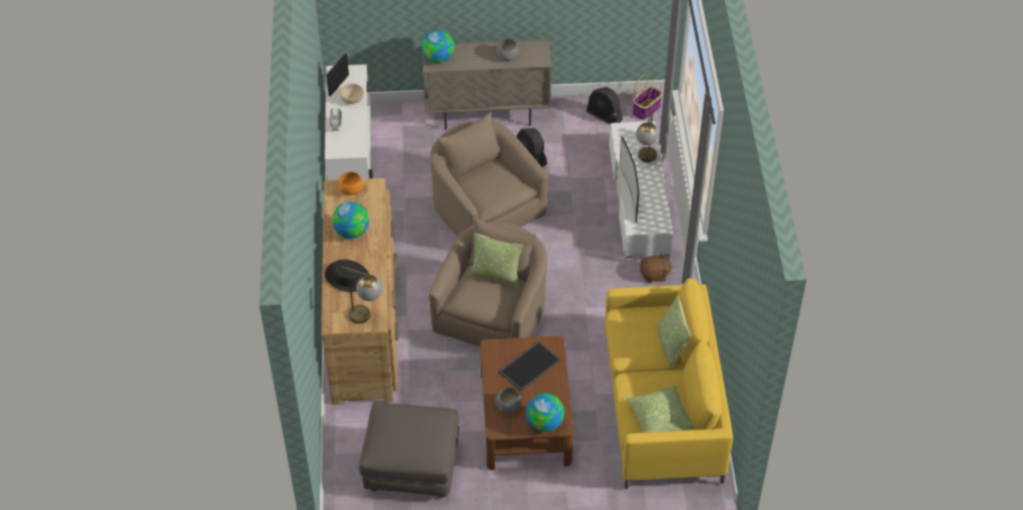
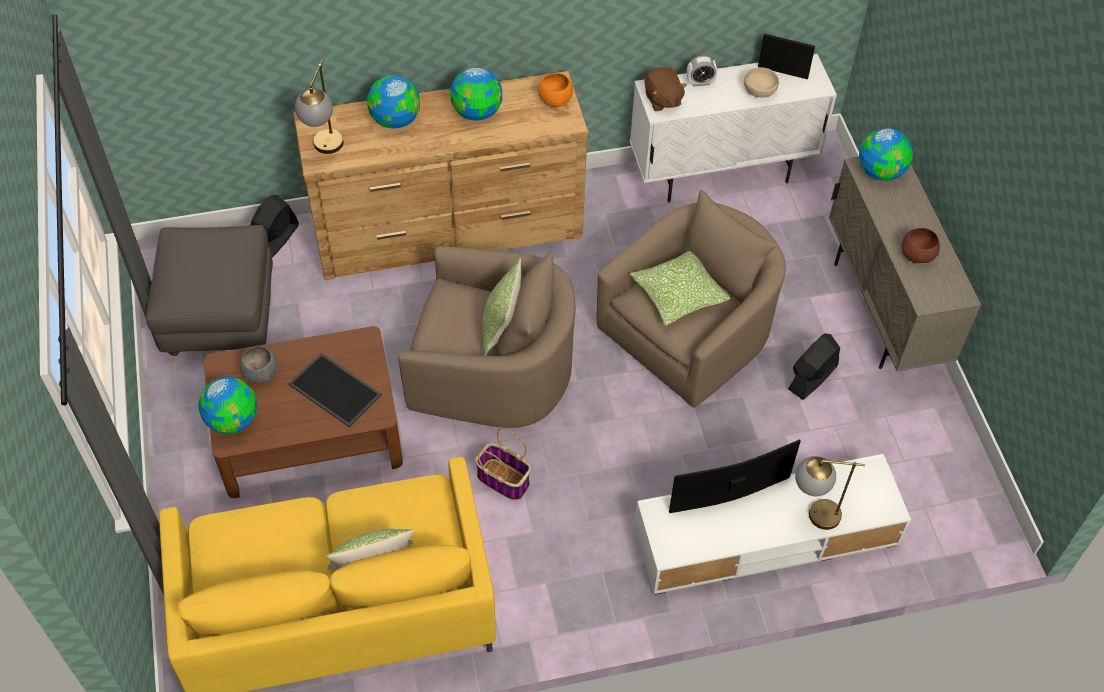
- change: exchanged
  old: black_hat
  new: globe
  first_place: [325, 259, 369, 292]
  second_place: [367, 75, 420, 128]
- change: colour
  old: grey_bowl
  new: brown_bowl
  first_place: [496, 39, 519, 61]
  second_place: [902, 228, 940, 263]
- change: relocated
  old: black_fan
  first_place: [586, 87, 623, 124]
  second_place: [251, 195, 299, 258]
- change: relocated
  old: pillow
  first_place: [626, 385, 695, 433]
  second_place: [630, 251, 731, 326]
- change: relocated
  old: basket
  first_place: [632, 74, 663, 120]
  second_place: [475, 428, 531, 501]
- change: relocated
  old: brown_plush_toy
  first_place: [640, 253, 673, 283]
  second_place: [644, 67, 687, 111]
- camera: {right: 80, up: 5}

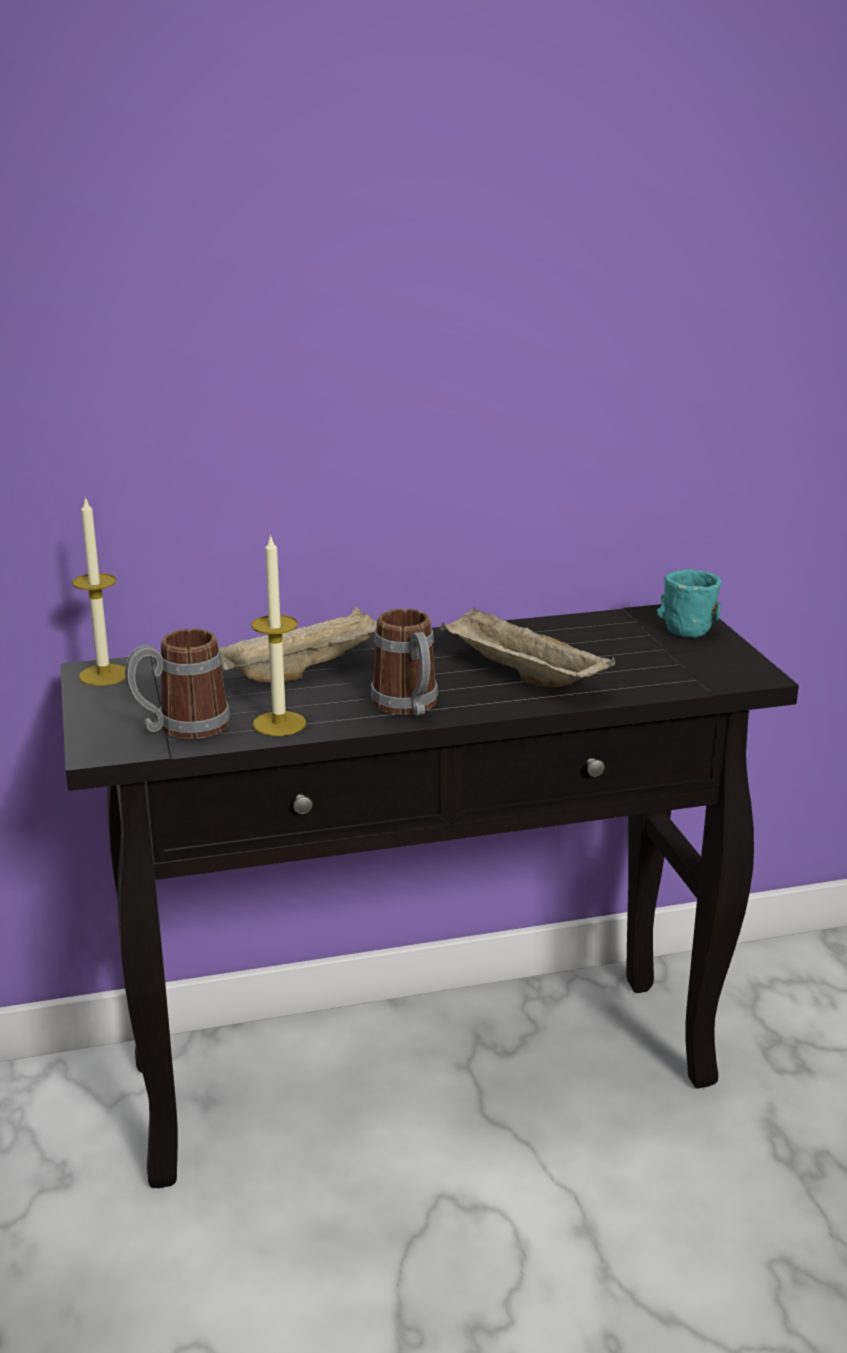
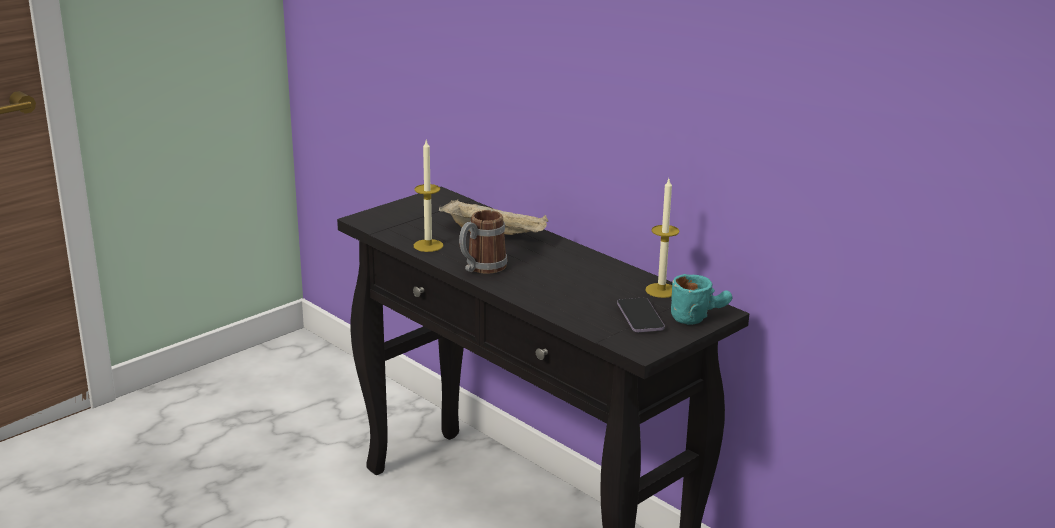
- change: relocated
  old: candle
  first_place: [72, 496, 126, 686]
  second_place: [645, 179, 680, 298]
- change: missing
  old: mug
  first_place: [125, 629, 230, 739]
- change: missing
  old: beige_tray
  first_place: [440, 607, 615, 687]
- change: appeared
  new: phone
  second_place: [617, 298, 665, 333]
- camera: {right: 60, up: 0}

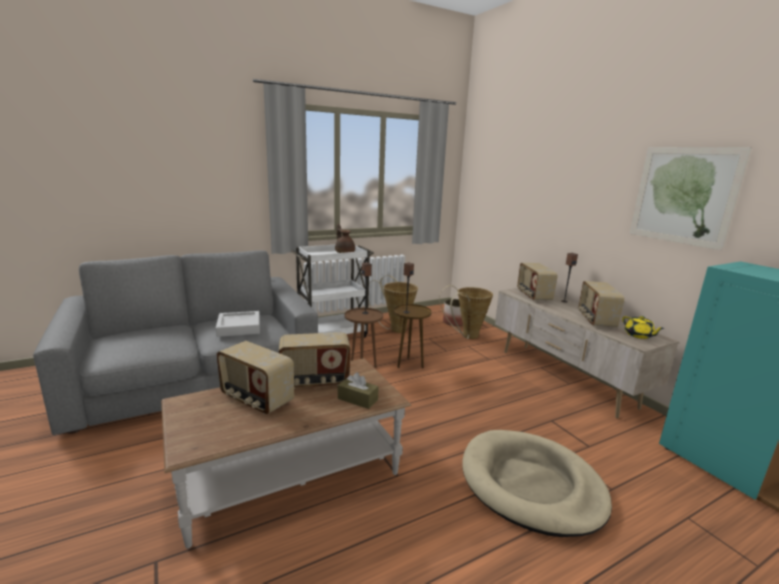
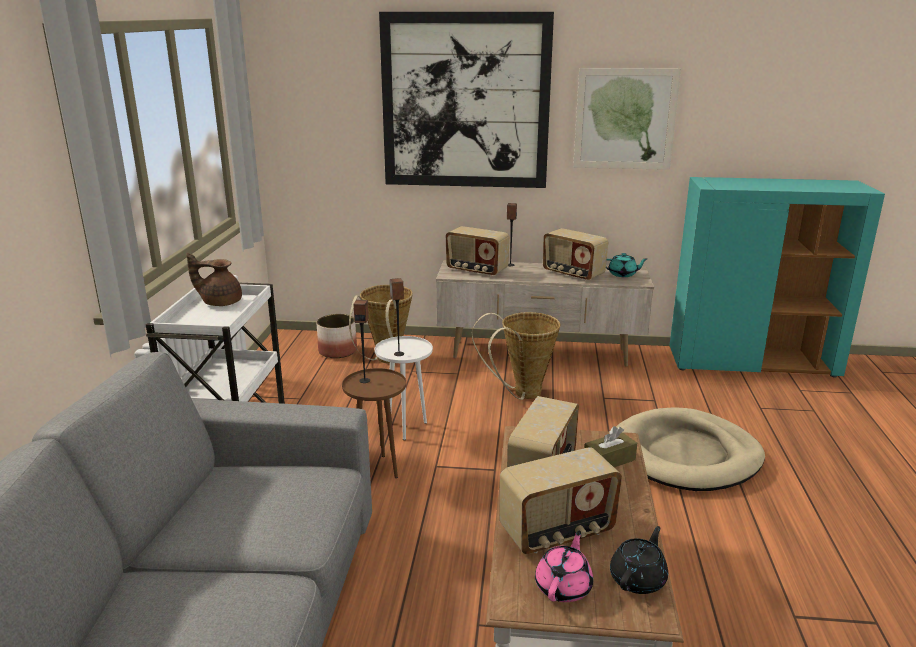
- change: missing
  old: grey_tray
  first_place: [216, 311, 260, 337]
- change: relocated
  old: basket
  first_place: [369, 275, 418, 333]
  second_place: [472, 312, 560, 400]
- change: colour
  old: brown_side_table
  new: white_side_table
  first_place: [394, 304, 432, 368]
  second_place: [375, 336, 433, 440]
- change: colour
  old: yellow_teapot
  new: turquoise_teapot
  first_place: [622, 316, 664, 339]
  second_place: [606, 253, 647, 277]
- change: appeared
  new: picture
  second_place: [379, 12, 554, 188]
- change: appeared
  new: pink_teapot
  second_place: [535, 531, 593, 602]
- change: appeared
  new: black_teapot
  second_place: [610, 526, 668, 594]
- camera: {right: -55, up: 5}

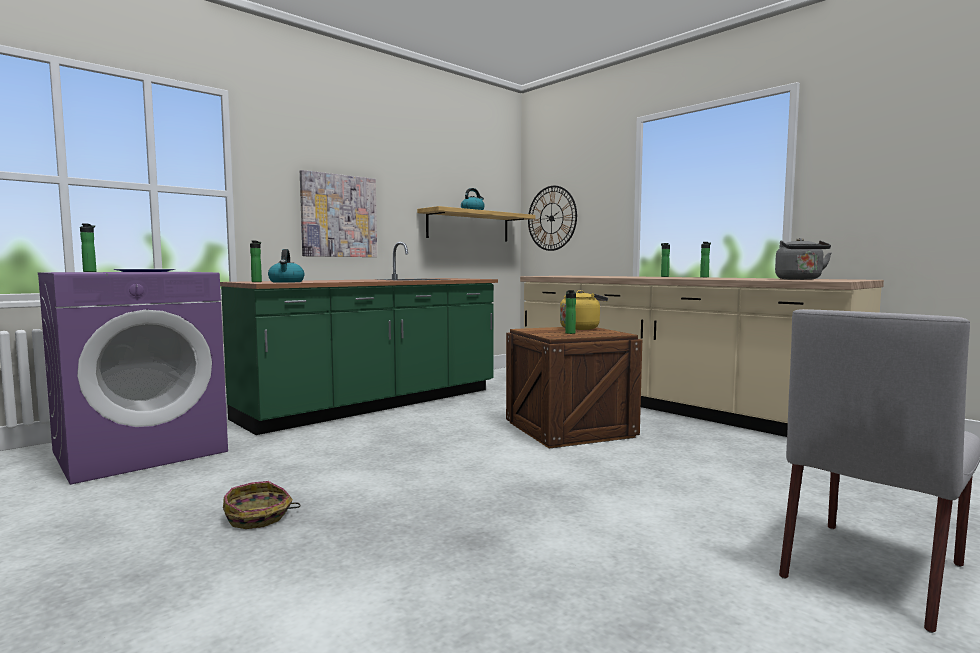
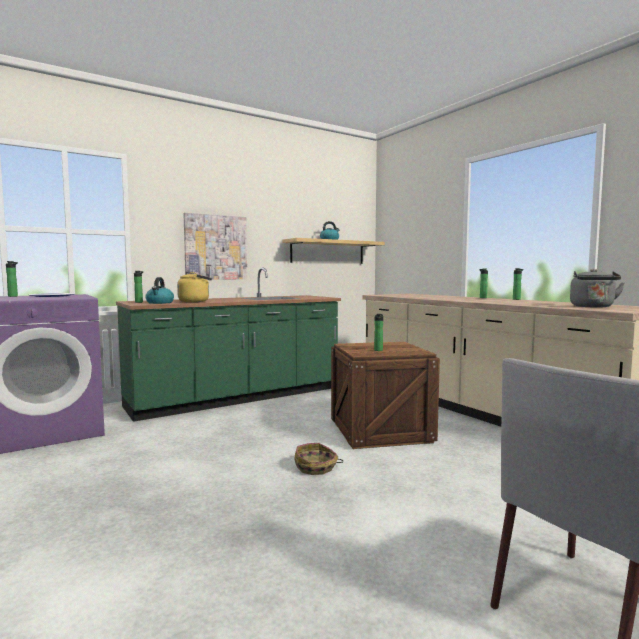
- change: relocated
  old: basket
  first_place: [223, 481, 301, 529]
  second_place: [294, 443, 343, 475]
- change: missing
  old: wall_clock
  first_place: [528, 186, 577, 251]
- change: relocated
  old: yellow_kettle
  first_place: [560, 290, 608, 330]
  second_place: [177, 272, 212, 302]
- camera: {right: 10, up: 0}

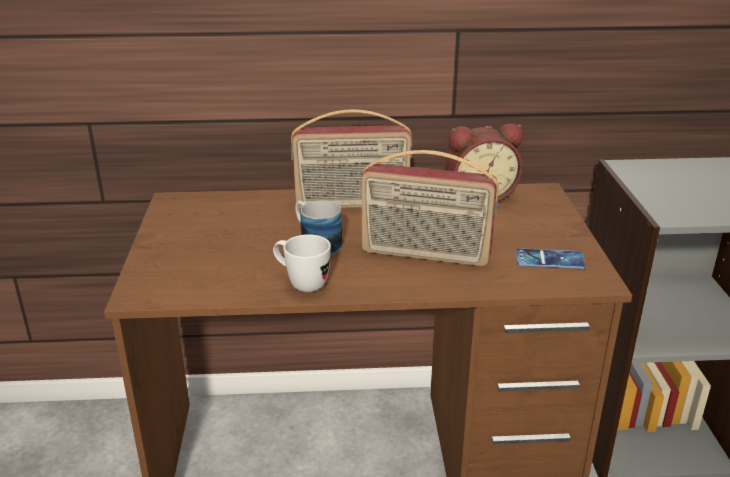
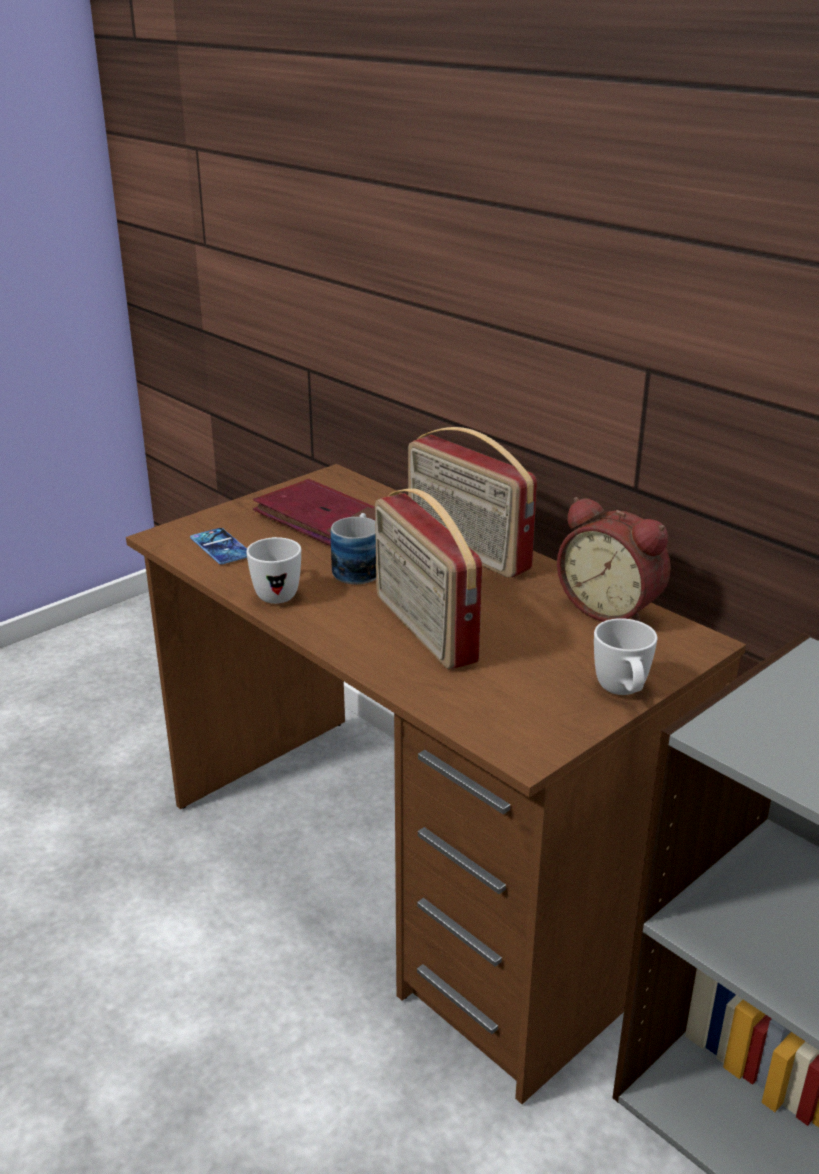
- change: relocated
  old: phone
  first_place: [516, 248, 586, 269]
  second_place: [190, 528, 247, 564]
- change: appeared
  new: red_book
  second_place: [253, 479, 375, 546]
- change: appeared
  new: white_mug
  second_place: [594, 618, 657, 695]
- camera: {right: 50, up: 0}

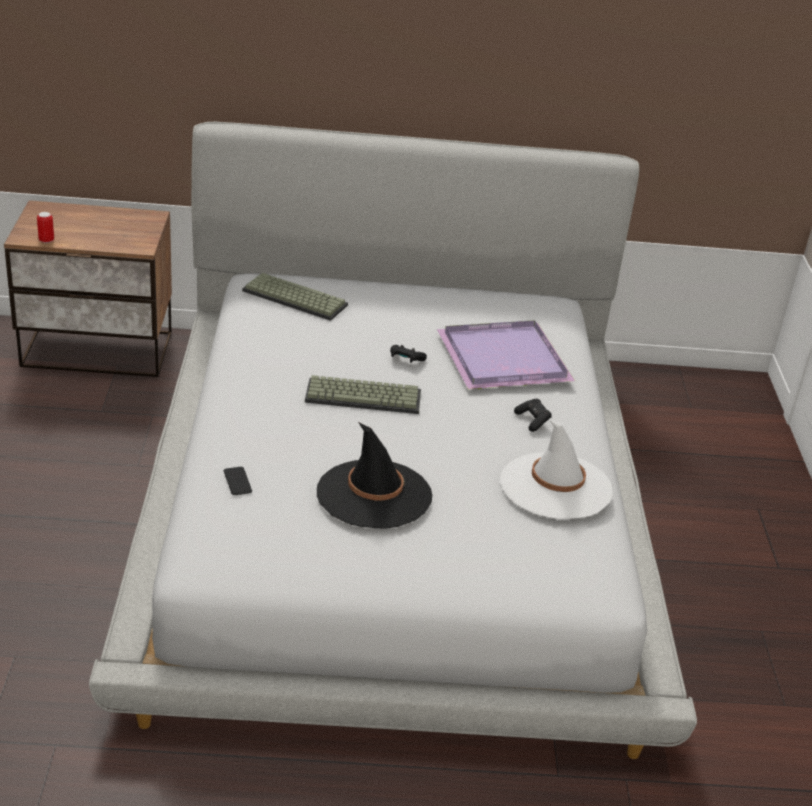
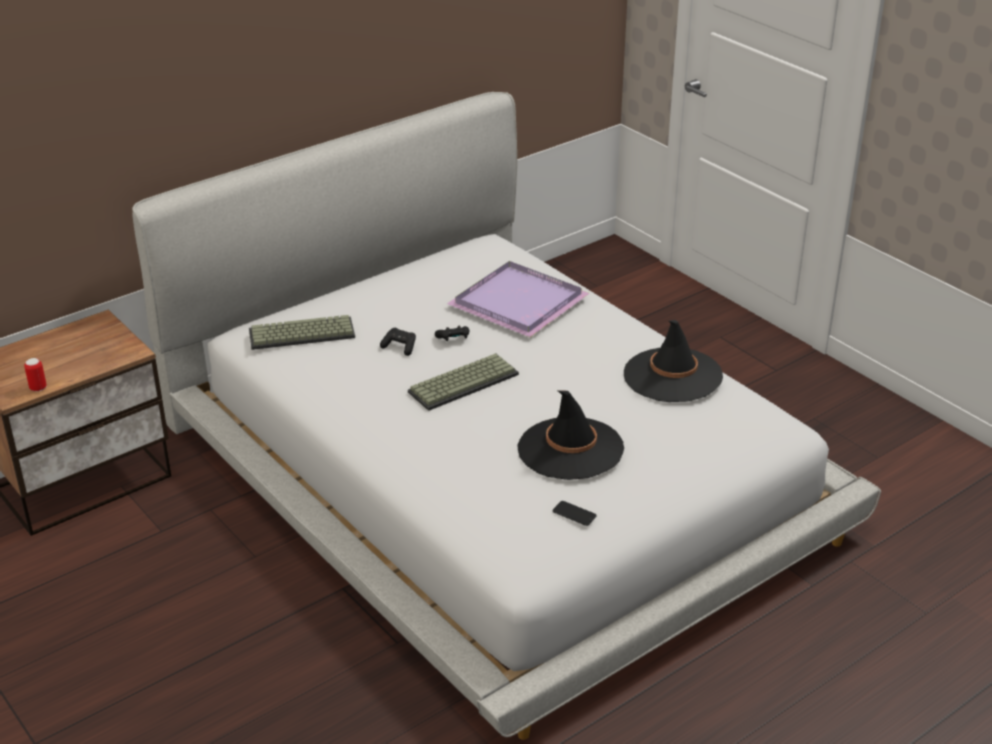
- change: relocated
  old: phone
  first_place: [224, 467, 252, 495]
  second_place: [553, 501, 597, 526]
- change: colour
  old: white_hat
  new: black_hat
  first_place: [500, 419, 613, 519]
  second_place: [624, 320, 723, 402]
- change: relocated
  old: black_game_controller
  first_place: [514, 399, 552, 432]
  second_place: [380, 328, 416, 356]
- camera: {right: -35, up: 0}

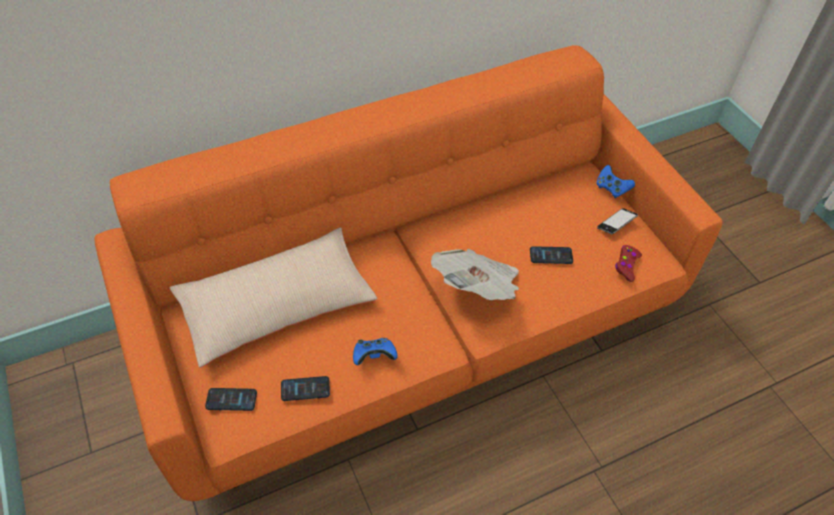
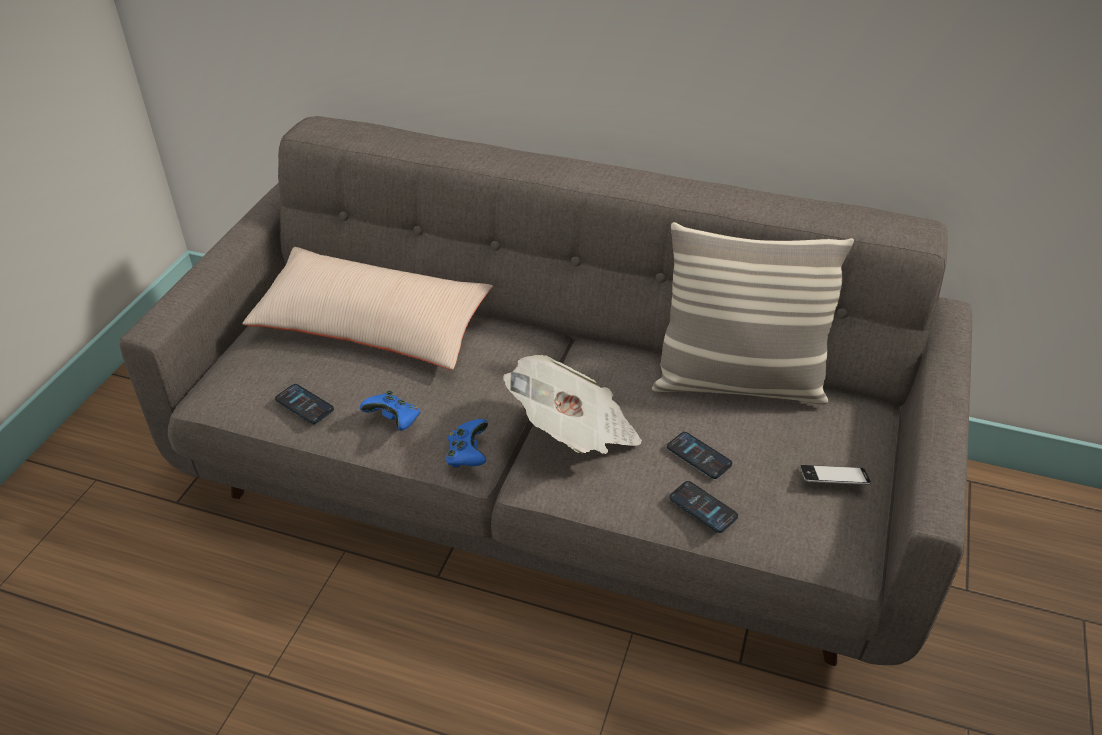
- change: colour
  old: orange_sofa
  new: grey_sofa
  first_place: [95, 45, 722, 501]
  second_place: [120, 116, 972, 666]
- change: relocated
  old: phone
  first_place: [205, 388, 257, 411]
  second_place: [669, 481, 738, 533]
- change: relocated
  old: blue_game_controller
  first_place: [596, 165, 635, 198]
  second_place: [446, 419, 488, 468]
- change: missing
  old: red_game_controller
  first_place: [615, 245, 642, 282]
- change: appeared
  new: pillow
  second_place: [652, 222, 854, 404]
- camera: {right: 45, up: -10}

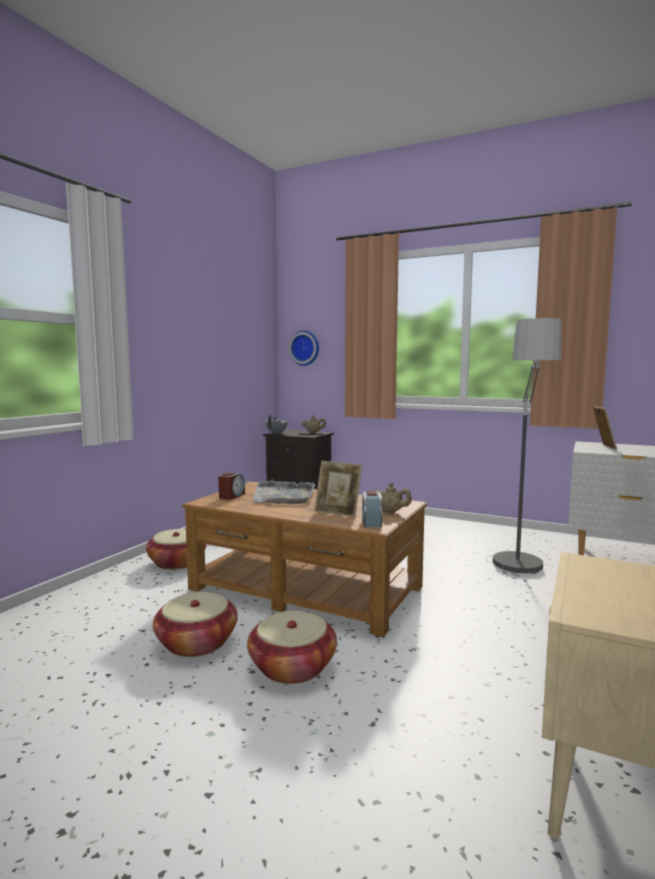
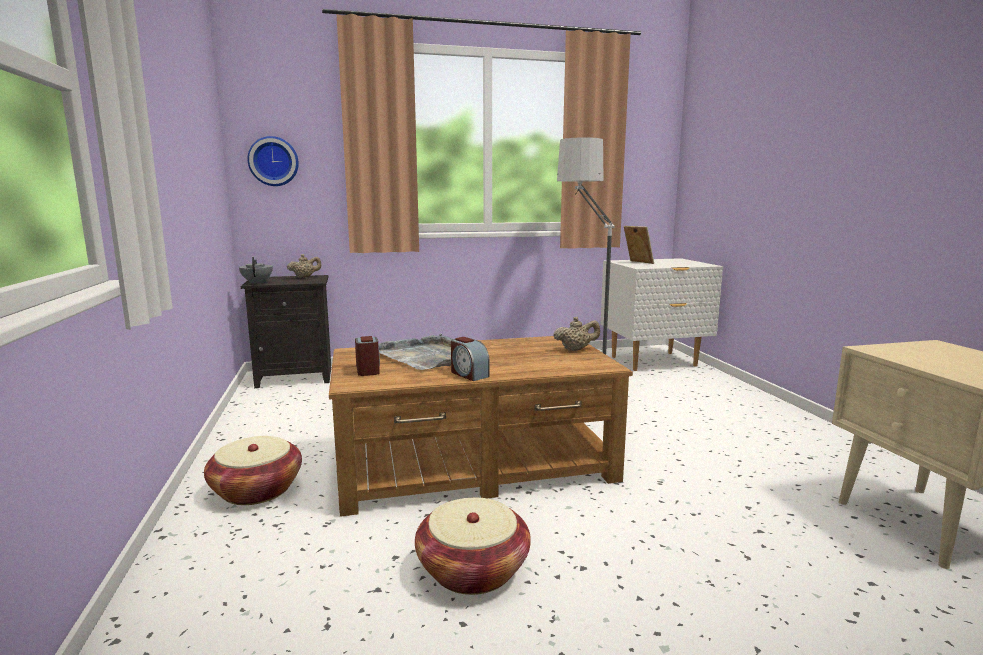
- change: missing
  old: basket
  first_place: [247, 611, 337, 684]
- change: missing
  old: picture_frame
  first_place: [314, 461, 362, 517]
- change: relocated
  old: alarm_clock
  first_place: [362, 491, 382, 527]
  second_place: [451, 337, 490, 381]
- camera: {right: -40, up: 5}

